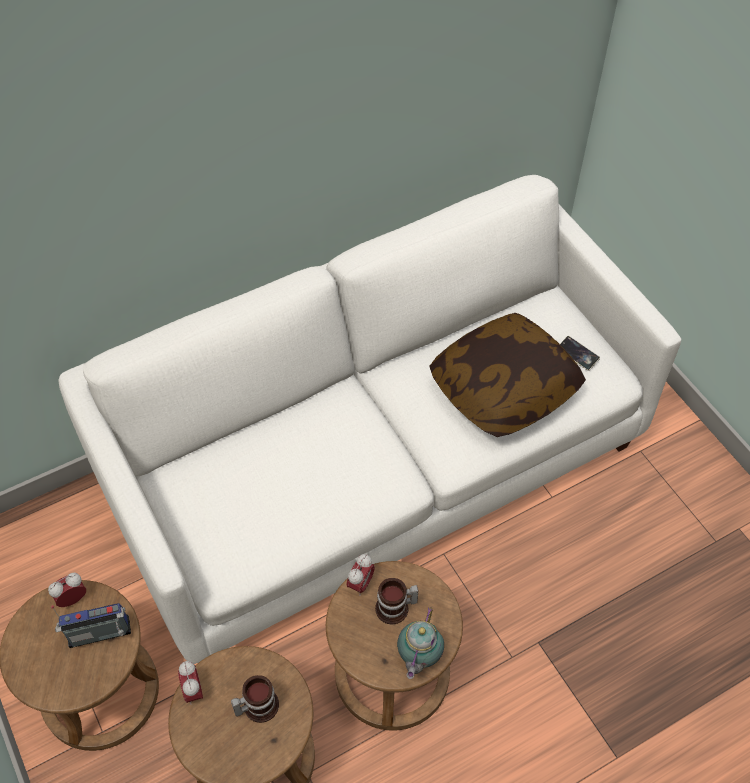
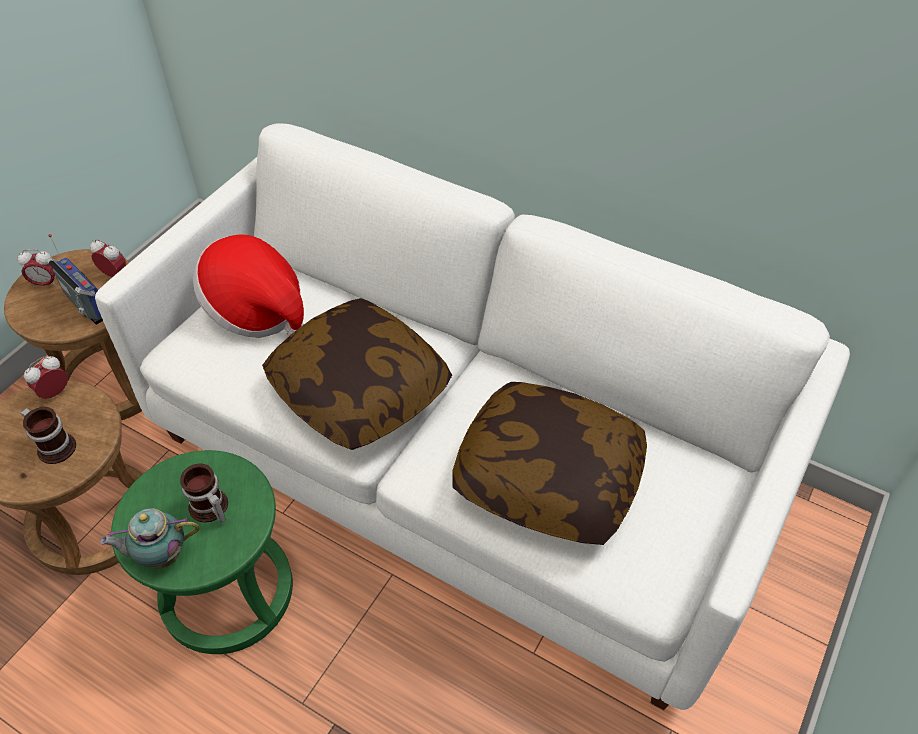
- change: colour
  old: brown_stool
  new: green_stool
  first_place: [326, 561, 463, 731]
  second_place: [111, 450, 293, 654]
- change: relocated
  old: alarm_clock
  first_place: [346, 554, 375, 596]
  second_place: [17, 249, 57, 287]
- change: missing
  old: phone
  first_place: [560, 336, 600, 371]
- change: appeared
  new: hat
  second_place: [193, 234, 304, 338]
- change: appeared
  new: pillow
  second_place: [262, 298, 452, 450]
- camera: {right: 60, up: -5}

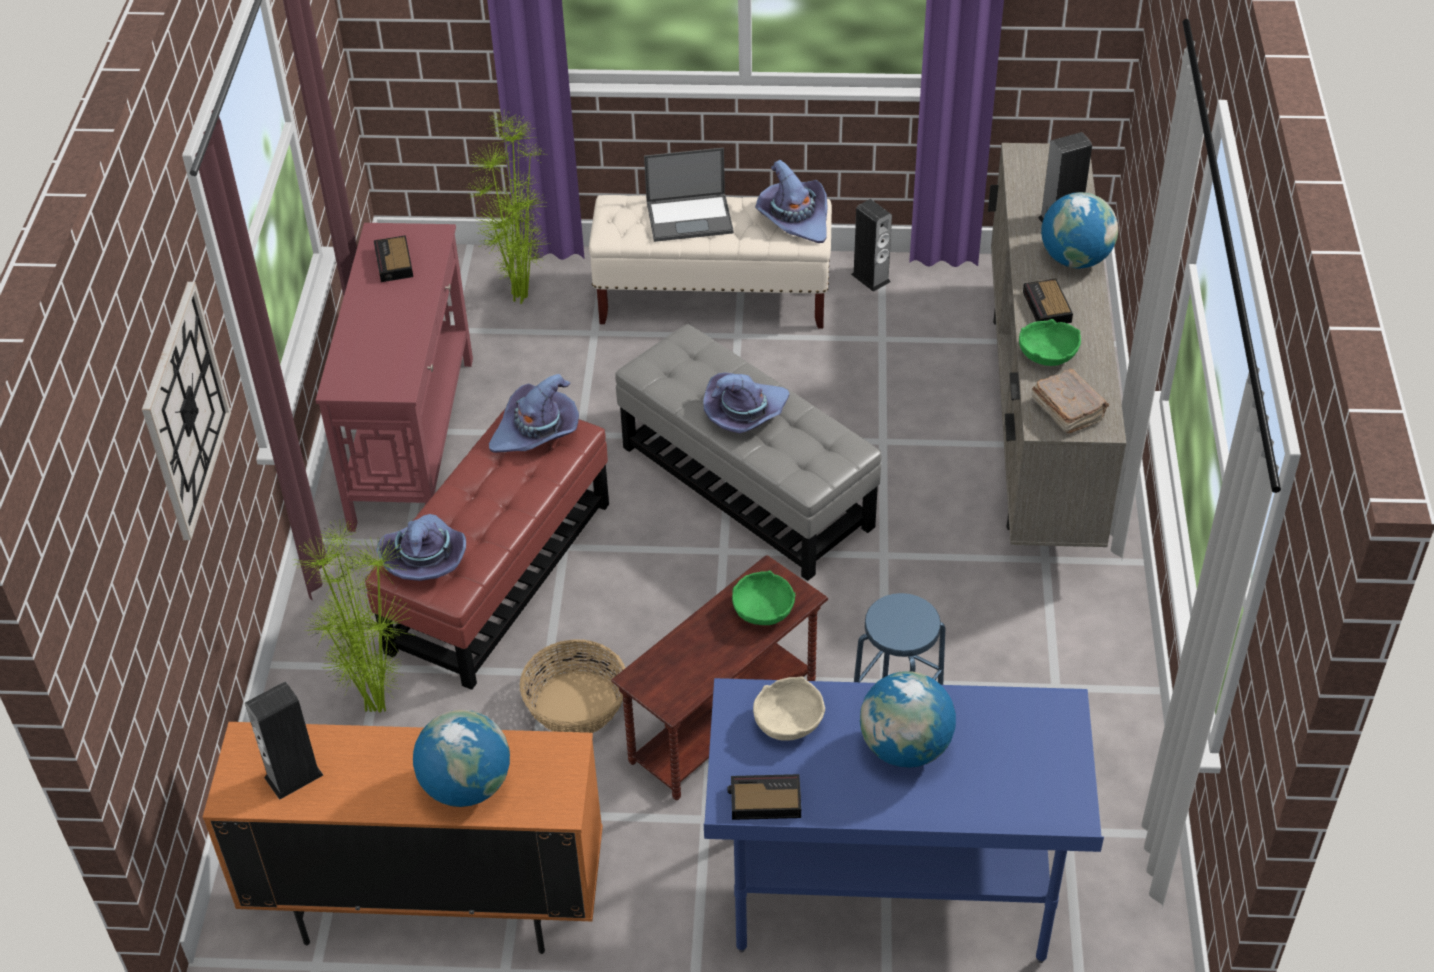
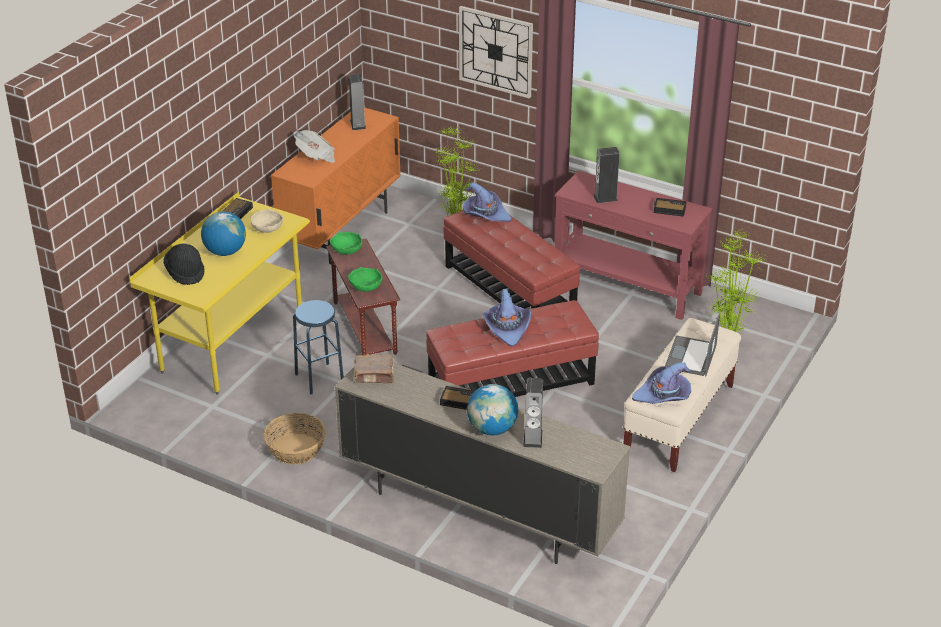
- change: exchanged
  old: globe
  new: newspaper
  first_place: [413, 710, 510, 807]
  second_place: [294, 130, 335, 163]
- change: missing
  old: purple_hat
  first_place: [489, 374, 579, 453]
- change: relocated
  old: basket
  first_place: [520, 639, 625, 733]
  second_place: [264, 413, 326, 465]
- change: colour
  old: grey_ottoman
  new: red_ottoman
  first_place: [615, 324, 882, 581]
  second_place: [426, 300, 599, 397]
- change: colour
  old: blue_desk
  new: yellow_desk
  first_place: [704, 678, 1104, 963]
  second_place: [130, 192, 310, 395]
- change: relocated
  old: speaker
  first_place: [851, 199, 892, 292]
  second_place: [593, 147, 619, 203]
- change: relocated
  old: green_bowl
  first_place: [1019, 319, 1081, 366]
  second_place: [330, 232, 362, 255]
- change: appeared
  new: black_hat
  second_place: [164, 243, 204, 285]
- camera: {right: 115, up: -10}

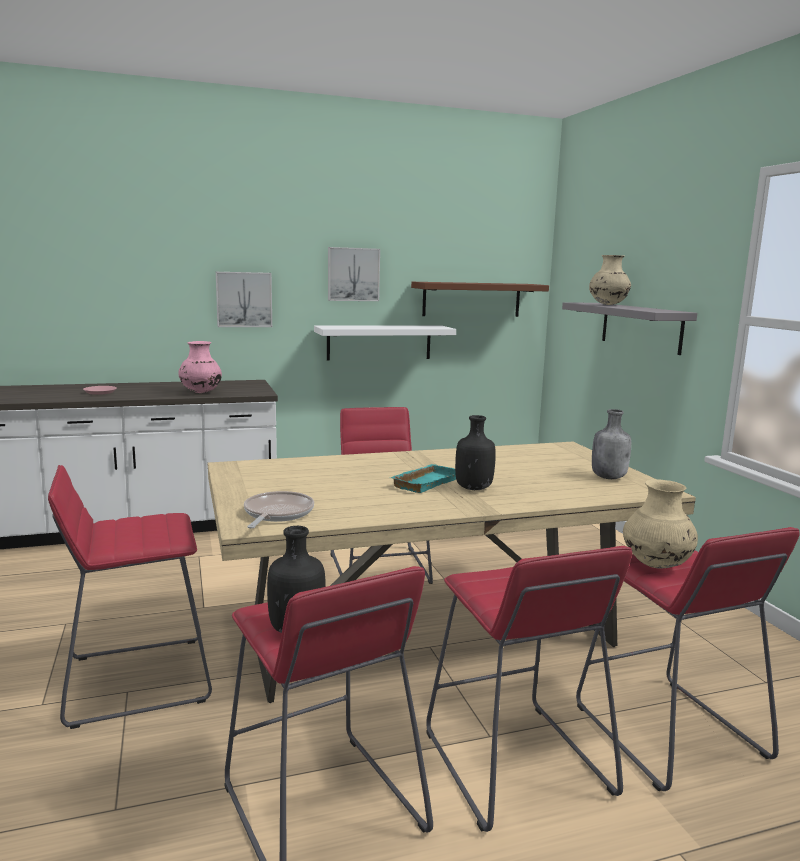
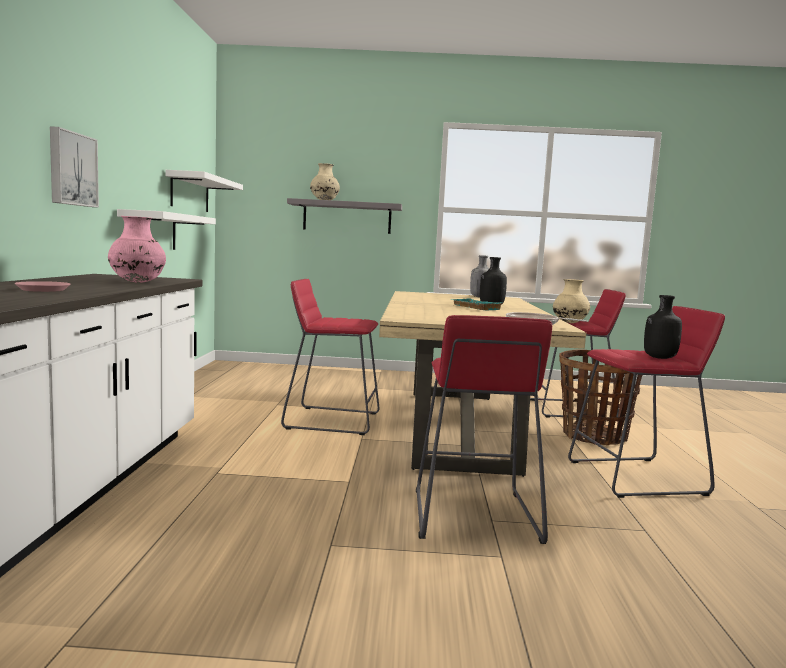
- change: missing
  old: picture
  first_place: [328, 247, 380, 301]
- change: colour
  old: brown_shelf
  new: white_shelf
  first_place: [411, 282, 549, 317]
  second_place: [165, 170, 243, 212]
- change: exchanged
  old: red_stool
  new: basket
  first_place: [426, 546, 632, 832]
  second_place: [559, 350, 642, 445]
- camera: {right: -70, up: -5}

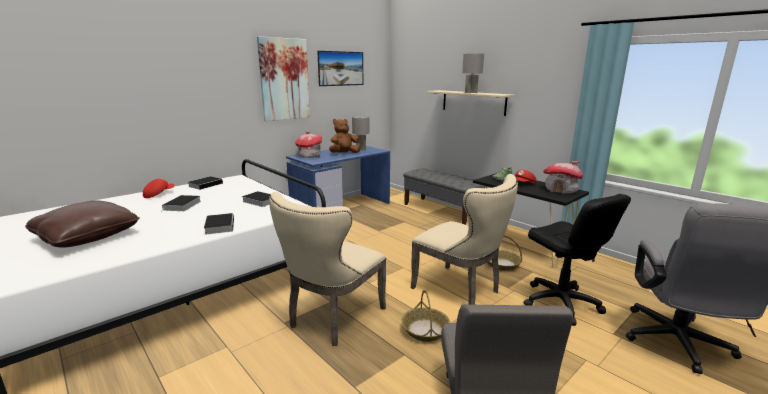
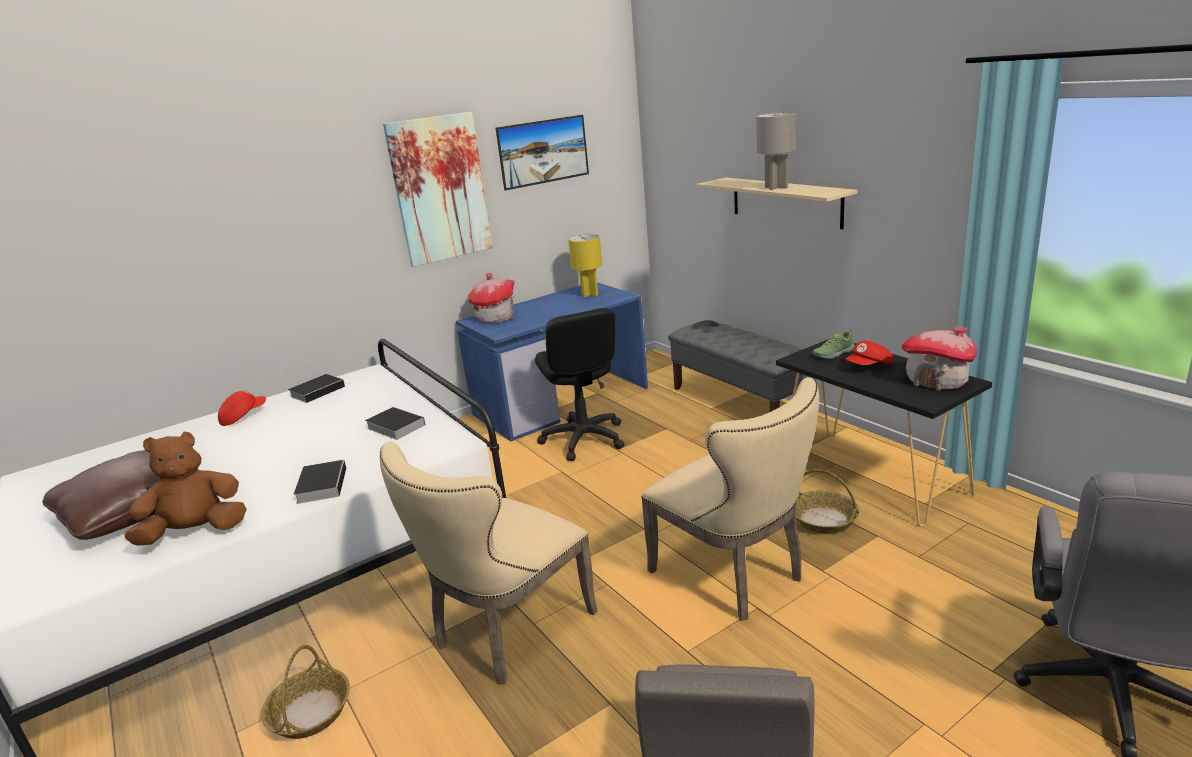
- change: missing
  old: book
  first_place: [160, 195, 201, 213]
- change: relocated
  old: brown_plush_toy
  first_place: [329, 119, 361, 153]
  second_place: [125, 432, 247, 546]
- change: colour
  old: grey_table_lamp
  new: yellow_table_lamp
  first_place: [352, 116, 370, 150]
  second_place: [568, 234, 602, 297]
- change: relocated
  old: basket
  first_place: [401, 290, 450, 342]
  second_place: [261, 645, 350, 739]
- change: relocated
  old: black_office_chair
  first_place: [524, 194, 631, 326]
  second_place: [535, 308, 624, 461]
- camera: {right: 10, up: 5}

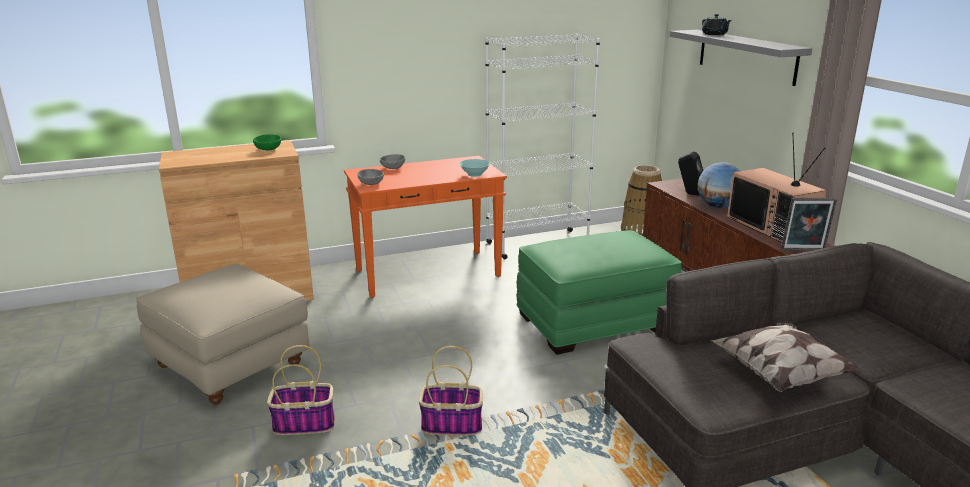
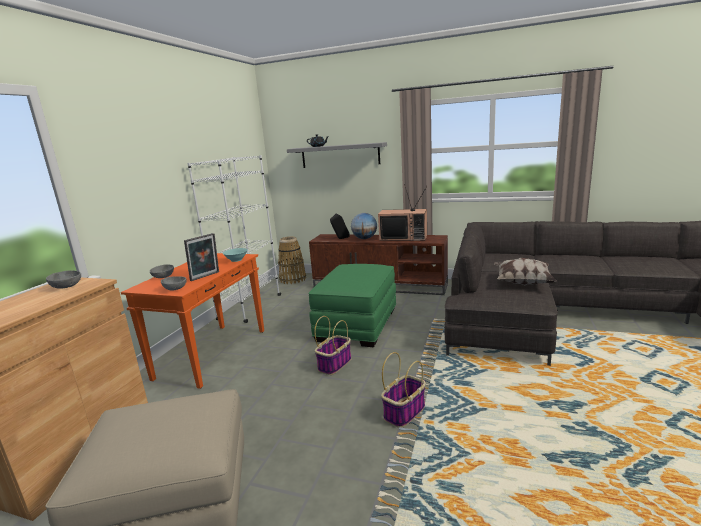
- change: colour
  old: green_bowl
  new: grey_bowl
  first_place: [253, 134, 281, 151]
  second_place: [46, 270, 81, 289]
- change: relocated
  old: basket
  first_place: [267, 345, 335, 435]
  second_place: [314, 316, 351, 375]
- change: relocated
  old: picture_frame
  first_place: [781, 198, 837, 251]
  second_place: [184, 233, 219, 281]
- camera: {right: -50, up: -5}

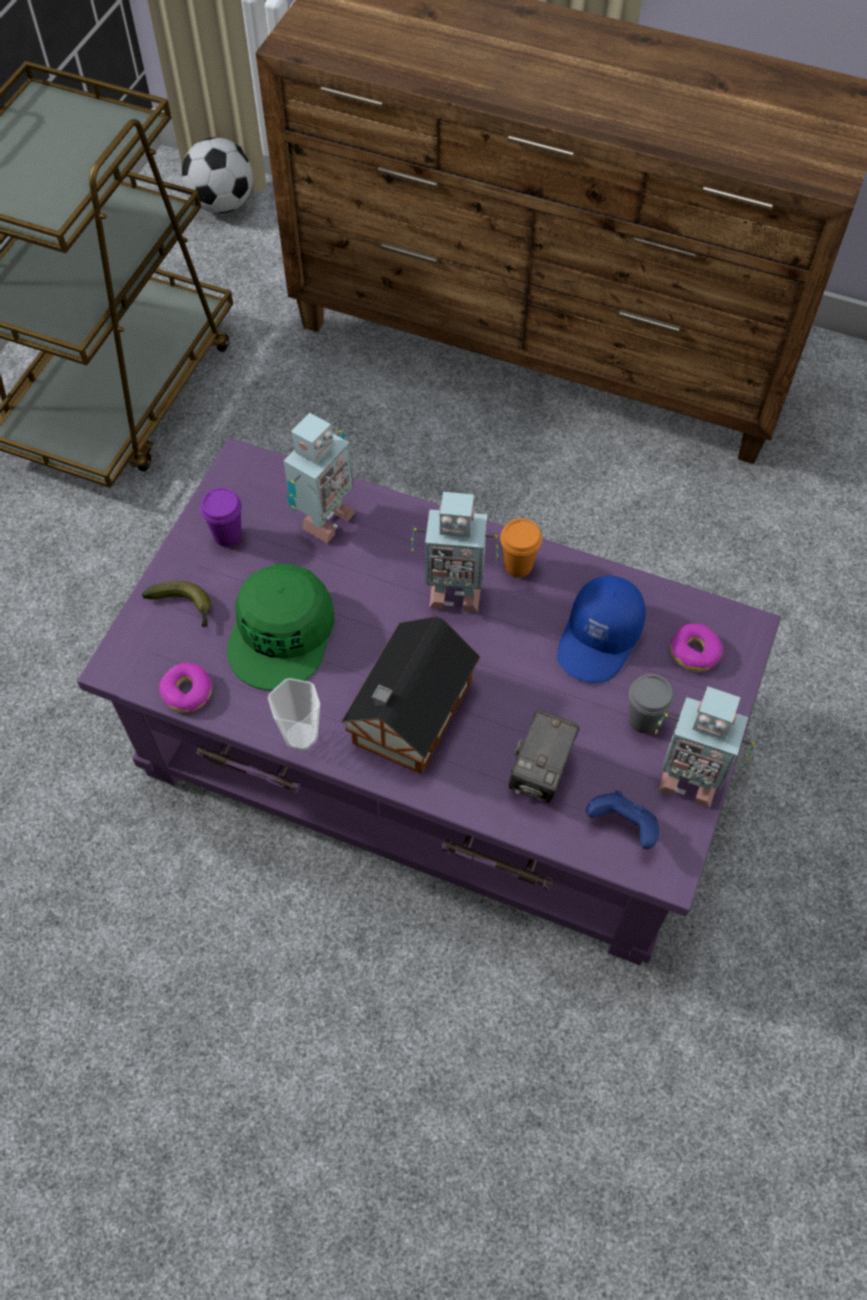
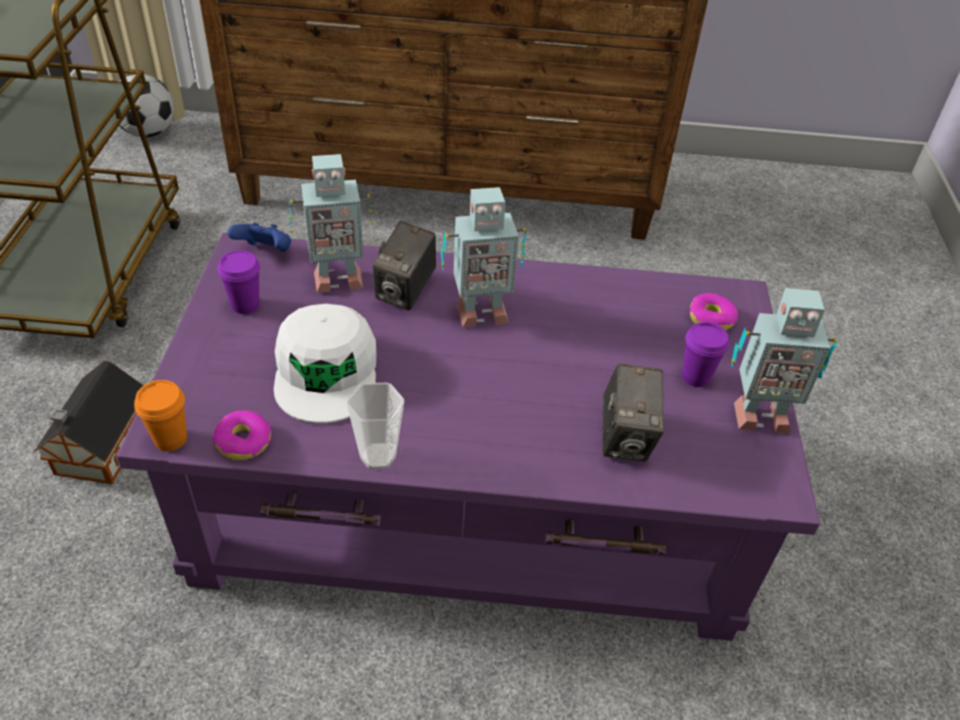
- change: missing
  old: banana
  first_place: [142, 581, 211, 627]
- change: colour
  old: green_cap
  new: white_cap
  first_place: [227, 564, 335, 691]
  second_place: [274, 304, 376, 423]
- change: spun
  old: toy_robot
  first_place: [284, 413, 355, 543]
  second_place: [288, 154, 373, 293]
  degrees: 60
- change: relocated
  old: toy_house
  first_place: [341, 616, 480, 774]
  second_place: [34, 361, 144, 484]
- change: relocated
  old: orange_cup
  first_place: [500, 518, 542, 578]
  second_place: [134, 380, 187, 451]
- change: missing
  old: blue_cap
  first_place: [557, 575, 646, 683]
- change: relocated
  old: blue_game_controller
  first_place: [586, 790, 659, 849]
  second_place: [227, 223, 291, 252]
- change: colour
  old: grey_cup
  new: purple_cup
  first_place: [629, 674, 674, 733]
  second_place: [682, 322, 729, 387]
- change: appeared
  new: photo_camera
  second_place: [373, 221, 436, 310]
- camera: {right: -20, up: -15}

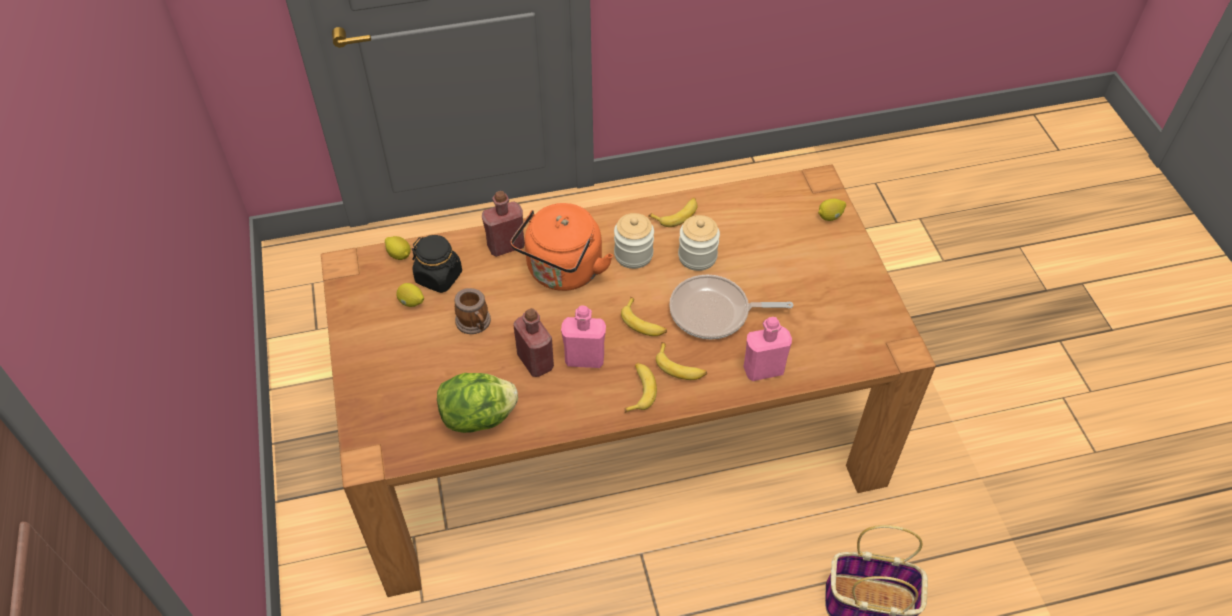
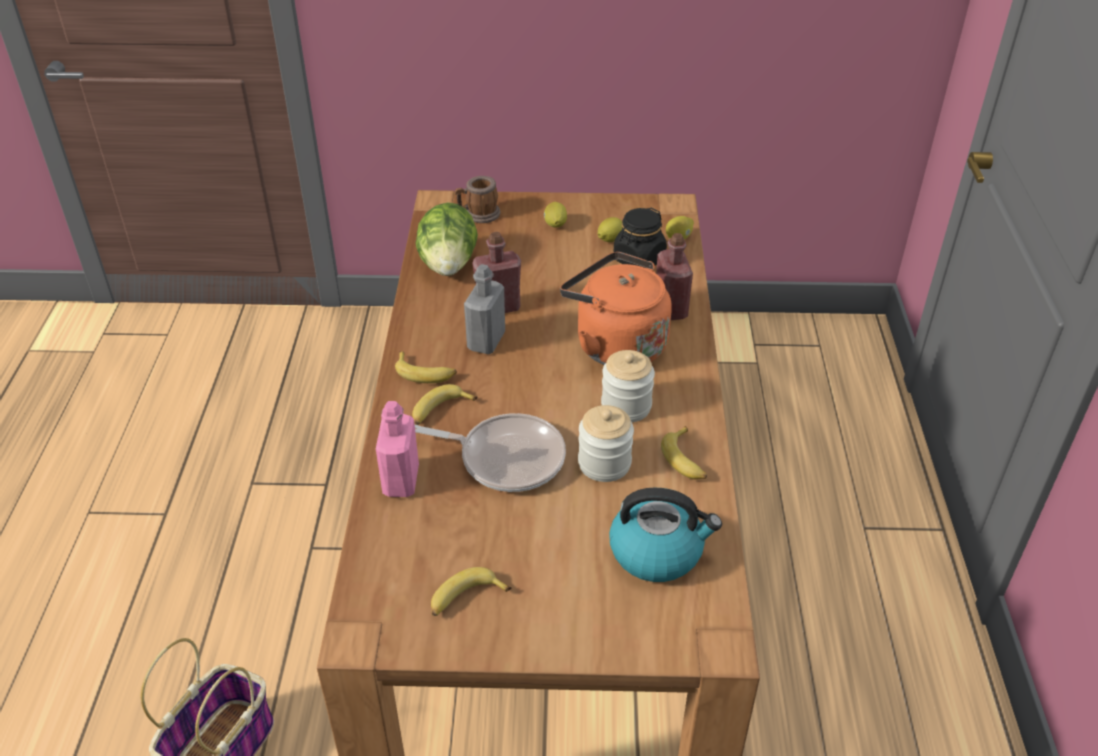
- change: relocated
  old: mug
  first_place: [455, 288, 491, 334]
  second_place: [455, 176, 500, 223]
- change: colour
  old: pink_bottle
  new: grey_bottle
  first_place: [561, 306, 606, 368]
  second_place: [464, 264, 505, 354]
- change: relocated
  old: banana
  first_place: [621, 297, 667, 336]
  second_place: [431, 567, 512, 616]
- change: spun
  old: frying_pan
  first_place: [669, 275, 793, 339]
  second_place: [415, 413, 566, 492]
  degrees: 90
- change: relocated
  old: lemon
  first_place: [818, 199, 846, 221]
  second_place: [544, 202, 567, 228]
- change: appeared
  new: kettle
  second_place: [609, 488, 722, 582]
- camera: {right: 105, up: -10}

